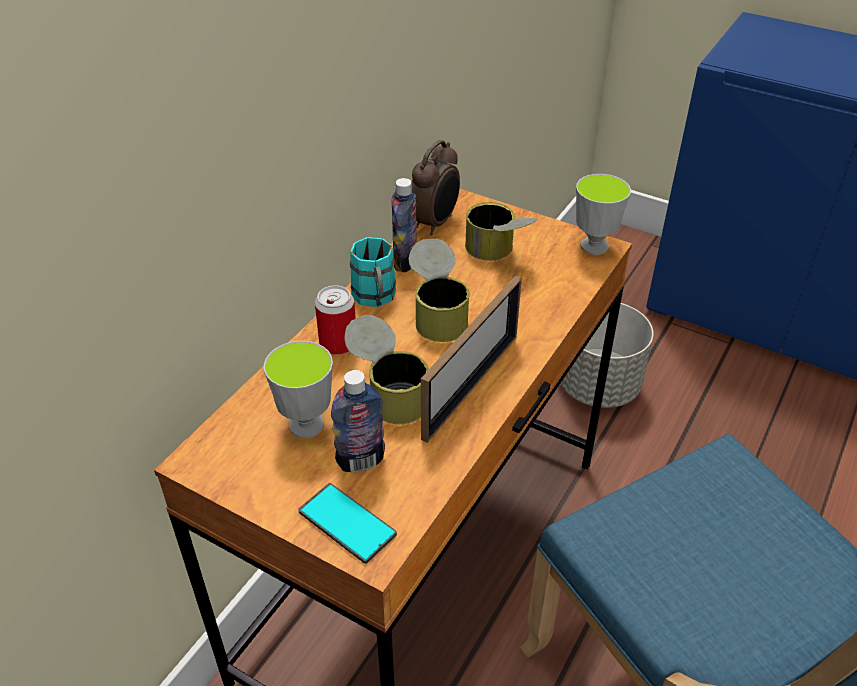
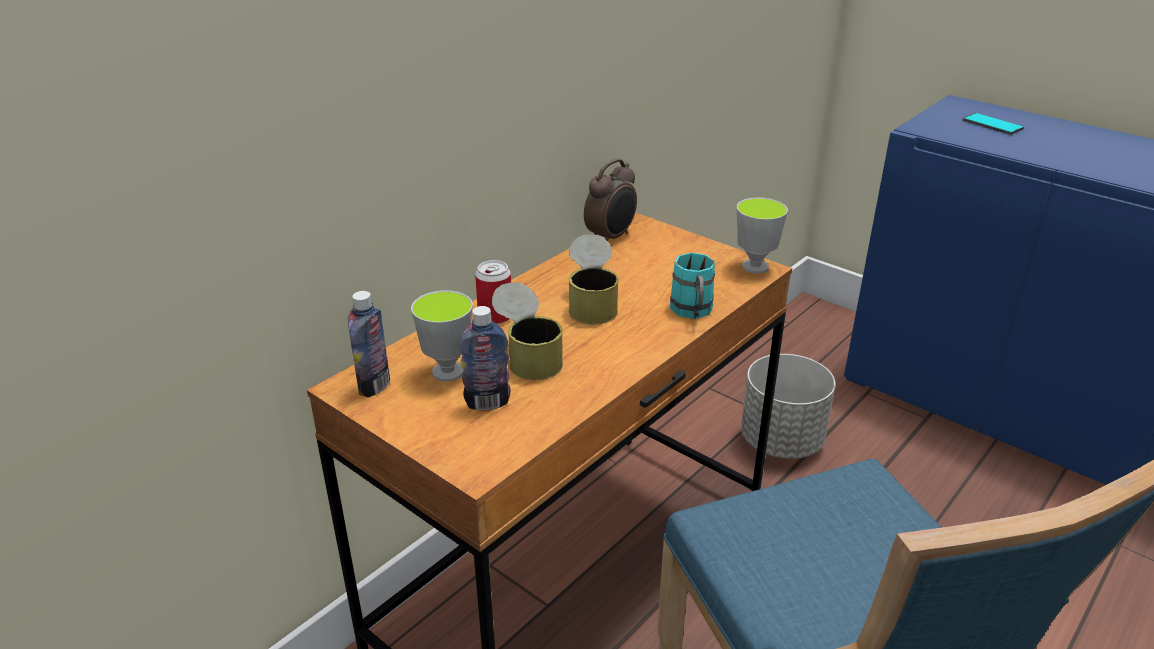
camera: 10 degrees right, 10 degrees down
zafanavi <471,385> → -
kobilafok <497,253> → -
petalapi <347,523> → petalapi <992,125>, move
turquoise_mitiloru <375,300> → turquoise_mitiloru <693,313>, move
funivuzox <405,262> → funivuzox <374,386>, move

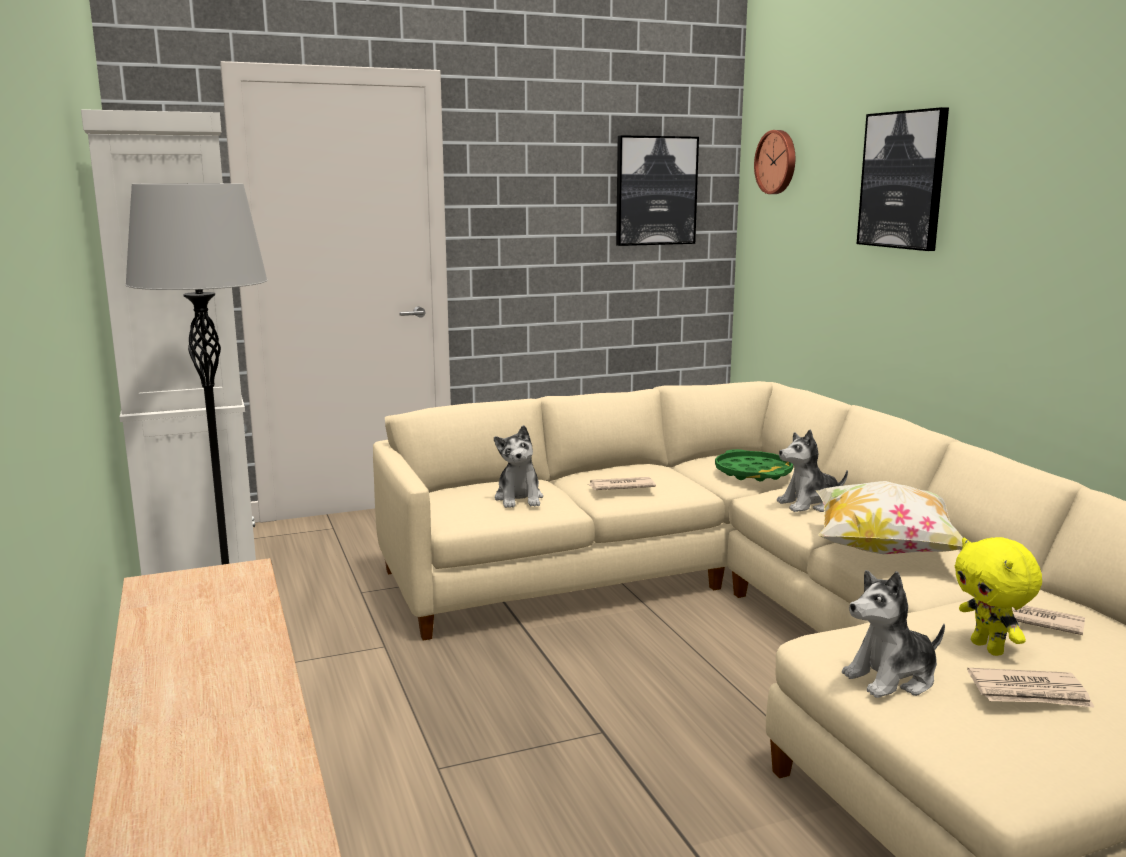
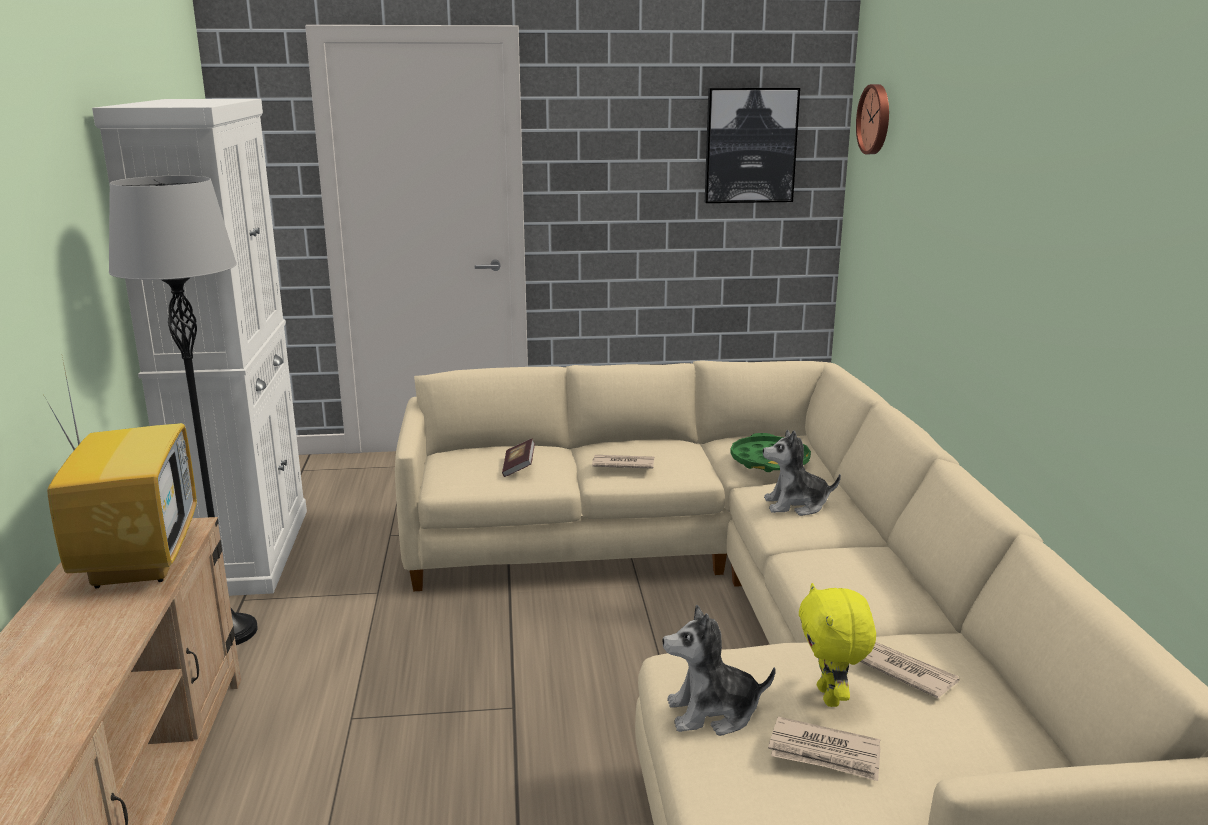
camera: 15 degrees right, 5 degrees up
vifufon <883,550> → -
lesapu <903,180> → -
- → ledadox <137,558>
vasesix <519,498> → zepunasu <518,467>

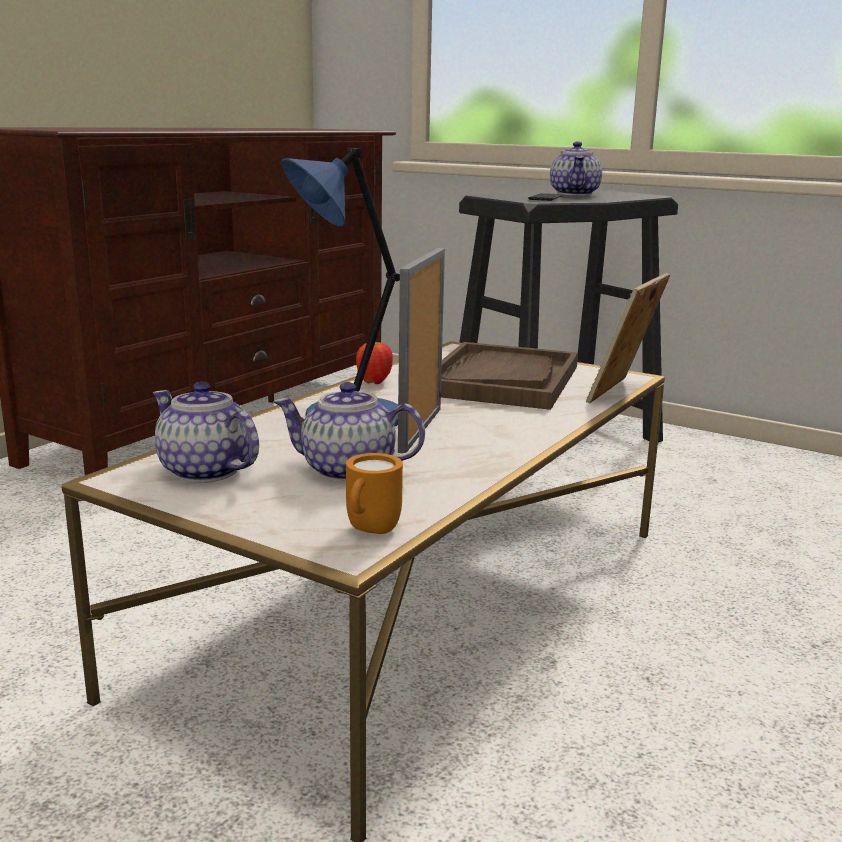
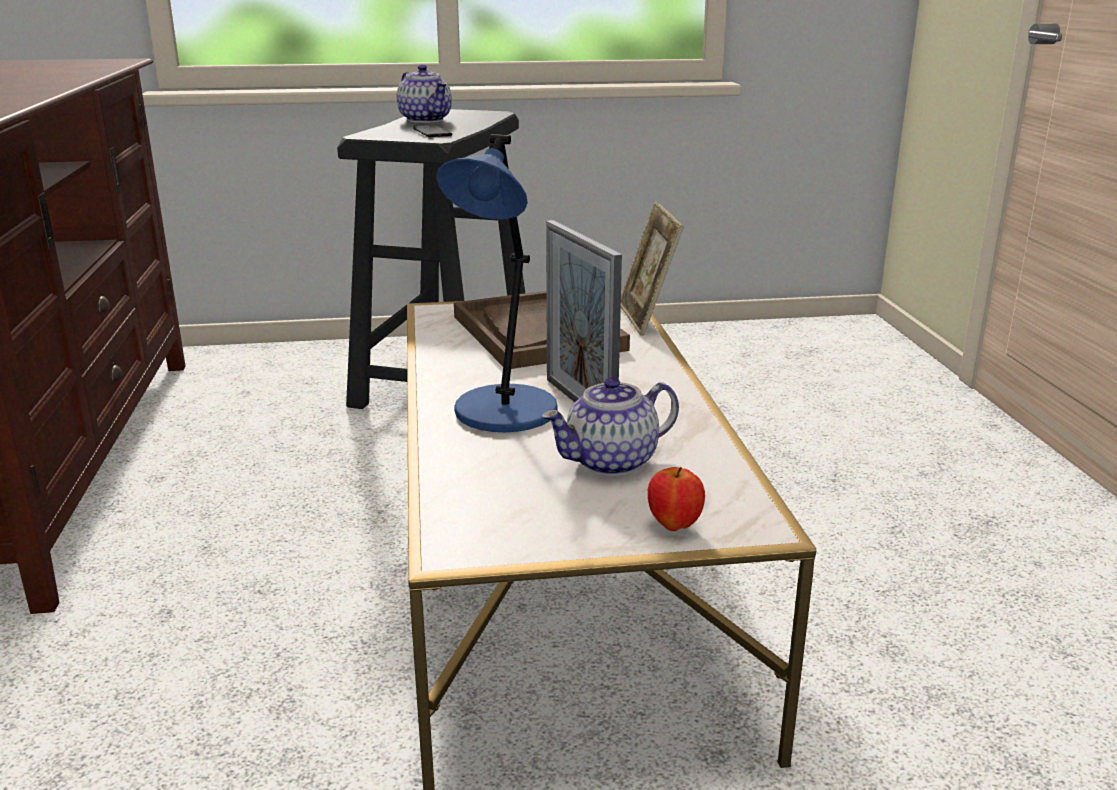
camera: 40 degrees left, 5 degrees up
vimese <204,471> → -
orange_mitiloru <370,532> → -
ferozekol <374,382> → ferozekol <674,525>, move

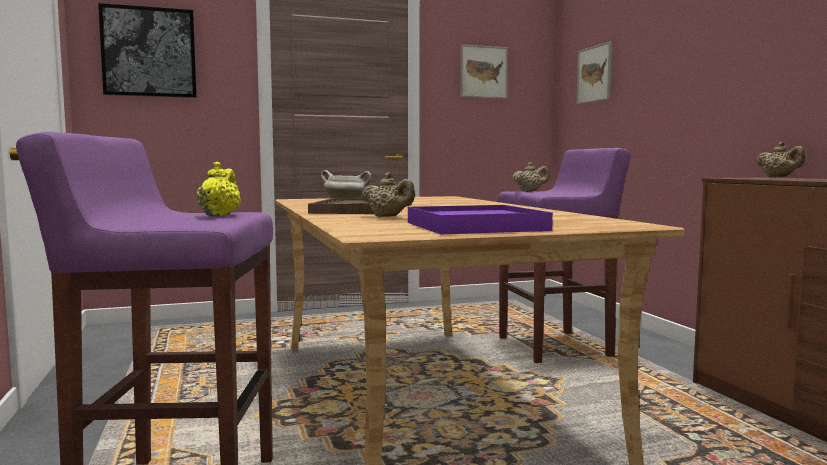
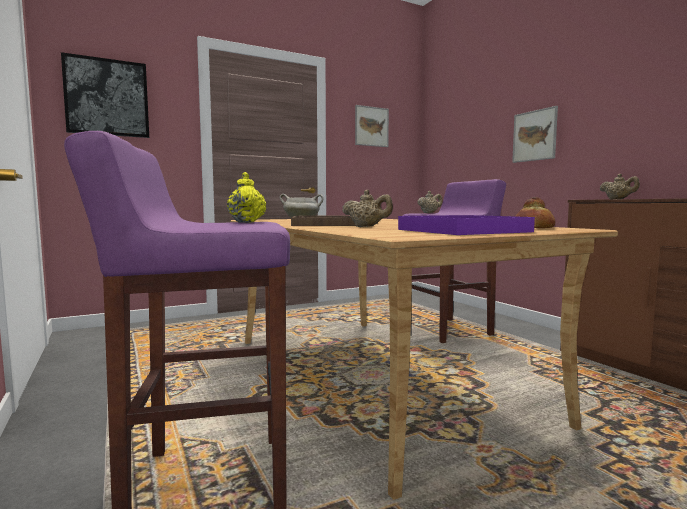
camera: 10 degrees left, 0 degrees up
- → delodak <534,228>
lesapu <594,74> → lesapu <534,135>, move

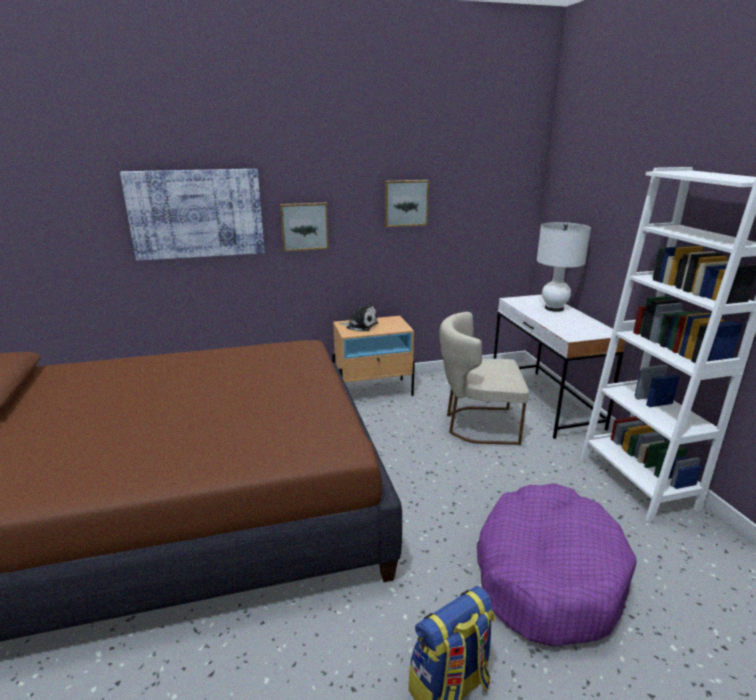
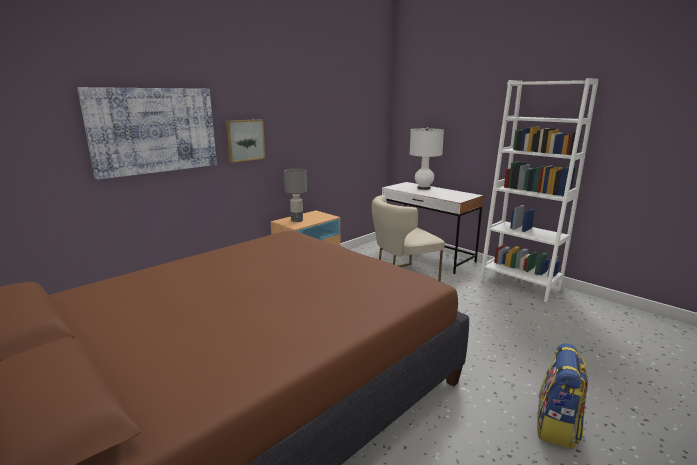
camera: 30 degrees left, 5 degrees down
lesapu <405,203> → -
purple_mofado <547,575> → -
vasesix <360,325> → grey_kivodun <296,220>

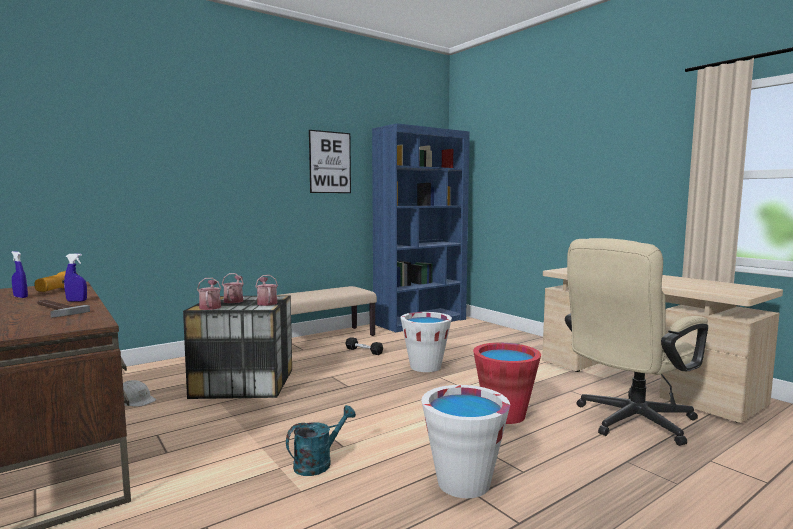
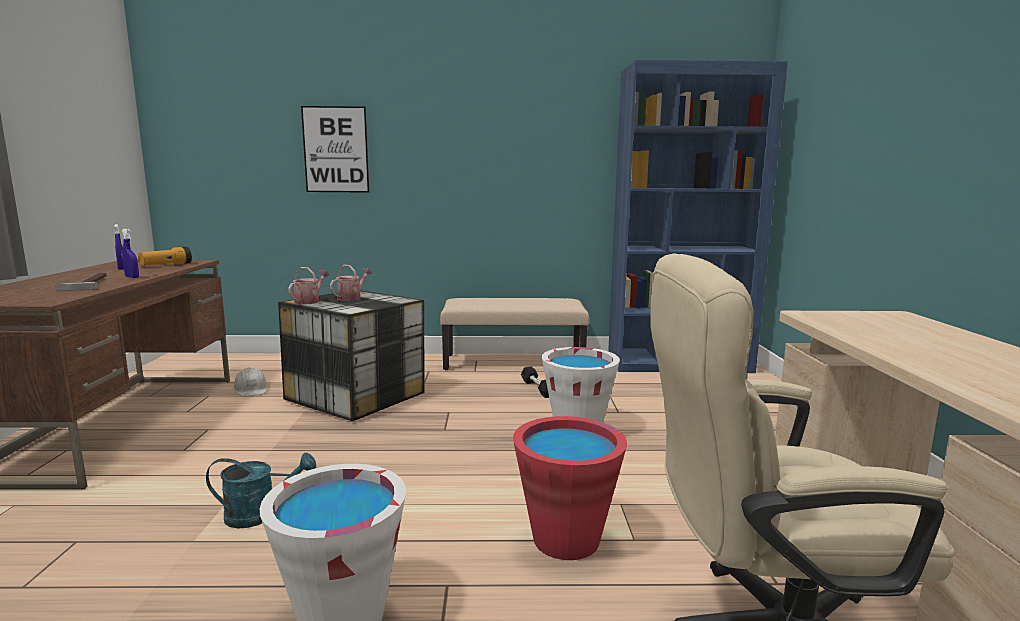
camera: 35 degrees right, 5 degrees up
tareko <266,302> → -
lesapu <330,162> → lesapu <336,150>, move

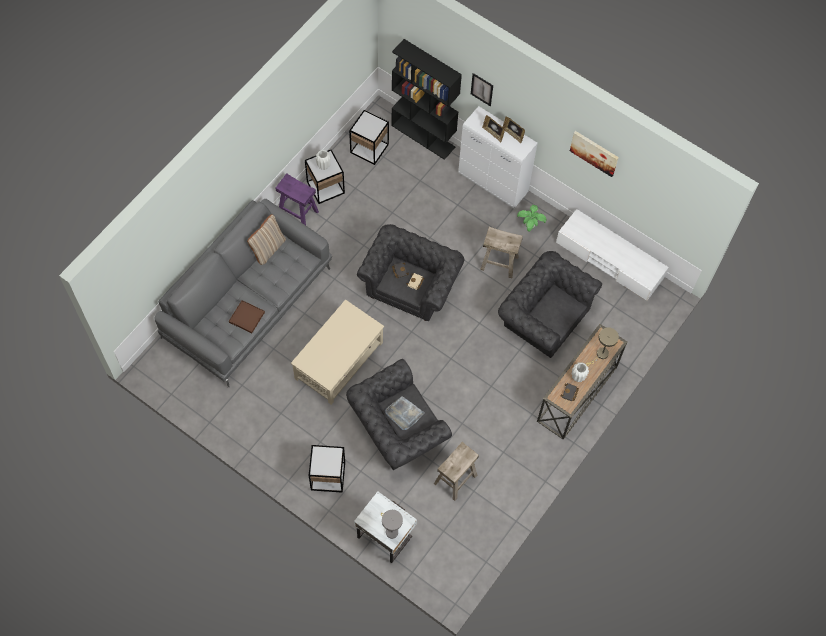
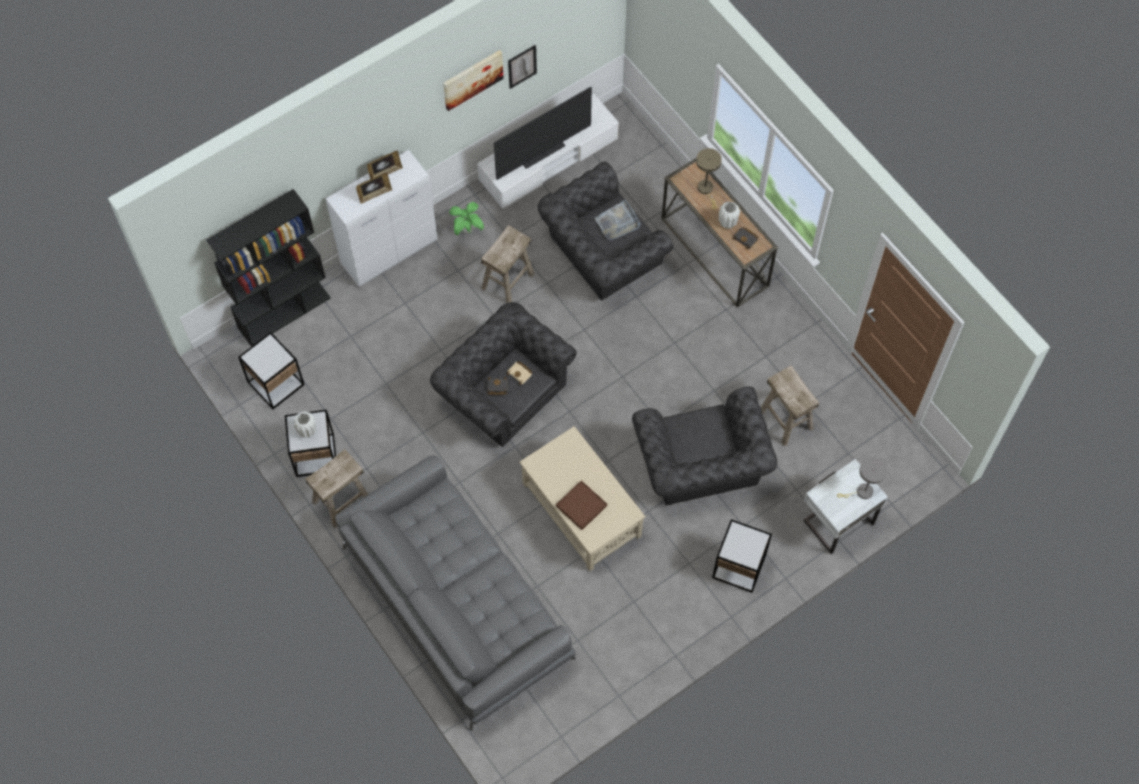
camera: 70 degrees left, 0 degrees up
beige_vifufon <268,248> → -
- → ledadox <543,154>
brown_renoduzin <247,317> → brown_renoduzin <581,506>, move
grey_renoduzin <404,414> → grey_renoduzin <617,222>, move
lesapu <482,89> → lesapu <522,66>, move
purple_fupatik <298,213> → beige_fupatik <342,501>

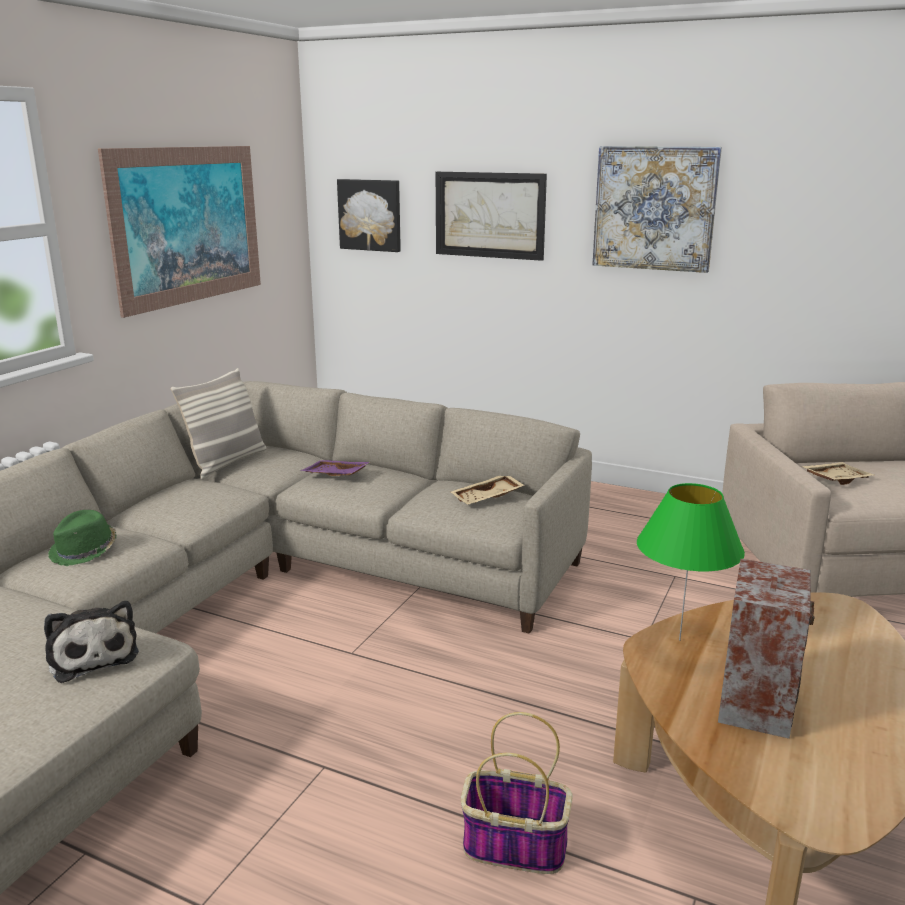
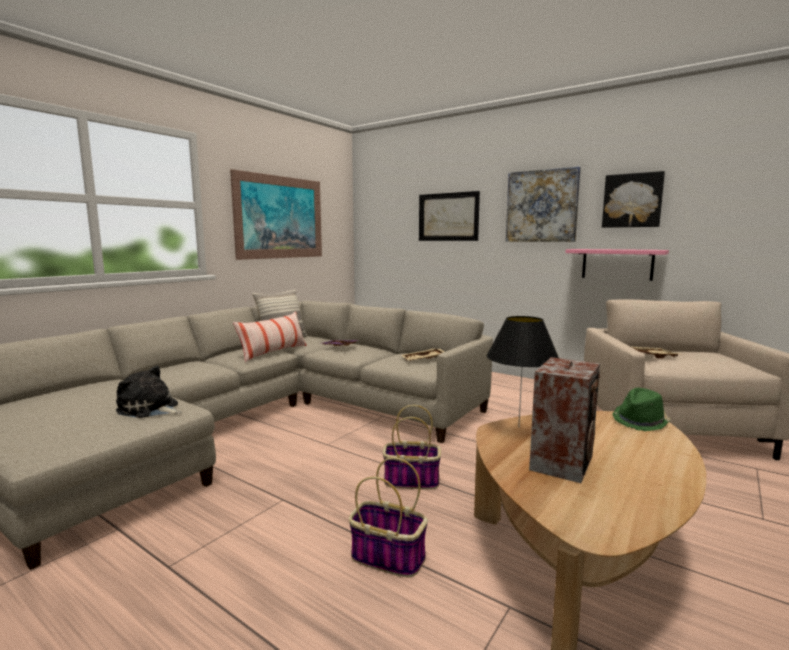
camera: 10 degrees right, 10 degrees down
- → vifufon <273,352>
- → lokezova <410,481>
- → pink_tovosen <617,264>
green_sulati <85,551> → green_sulati <640,421>, move
lesapu <370,215> → lesapu <632,200>, move
green_kivodun <679,640> → black_kivodun <518,427>
vasesix <92,655> → vasesix <150,409>, 135 degrees clockwise

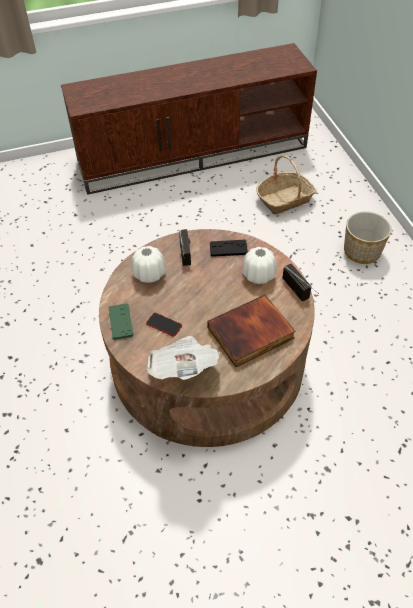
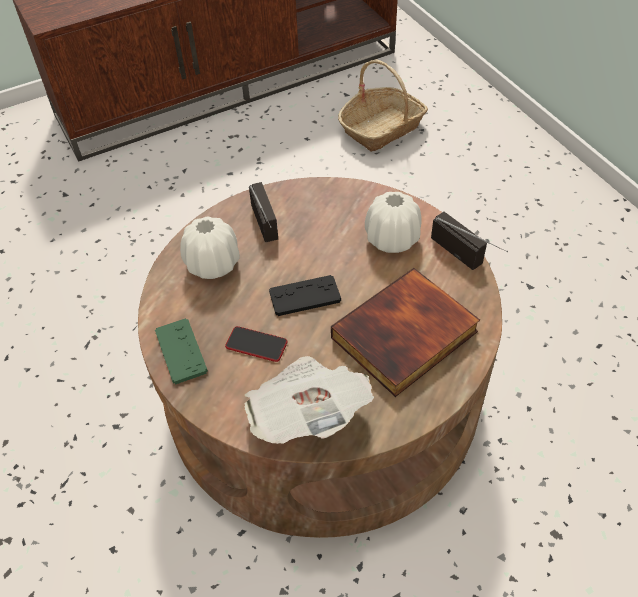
camera: 10 degrees left, 0 degrees up
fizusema <361,251> → -
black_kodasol <228,248> → black_kodasol <305,296>, move

